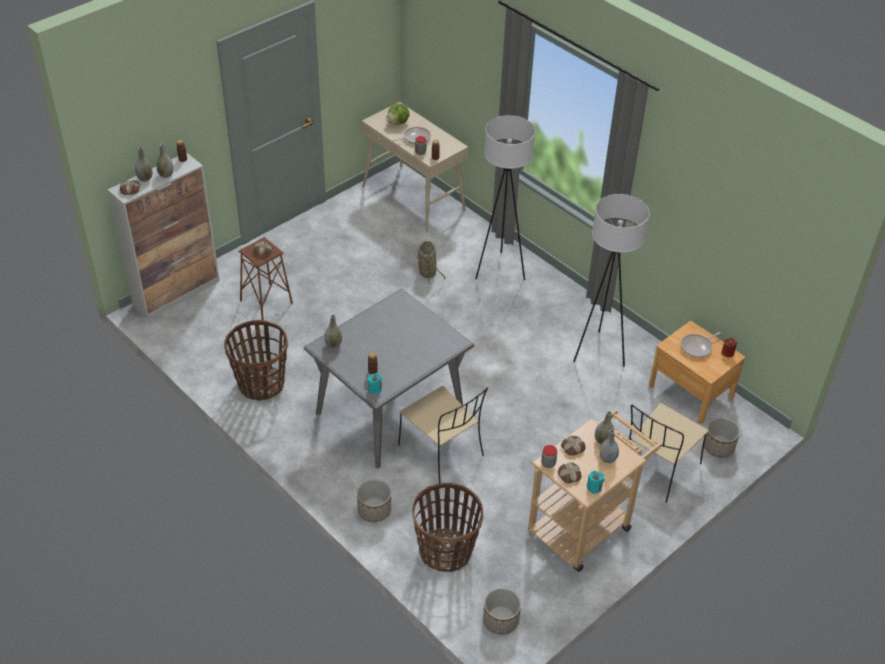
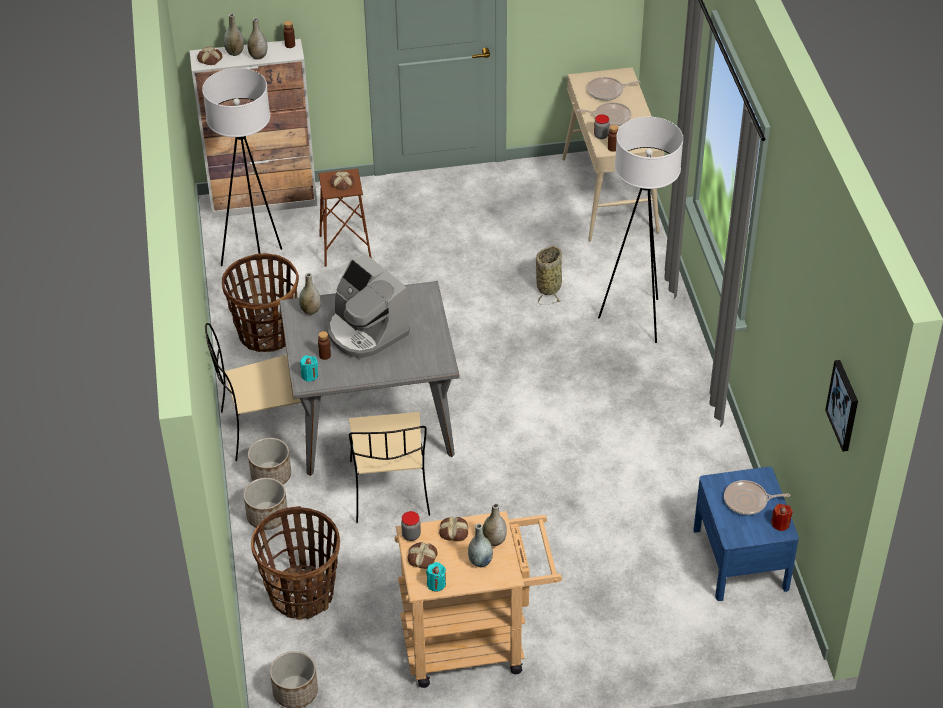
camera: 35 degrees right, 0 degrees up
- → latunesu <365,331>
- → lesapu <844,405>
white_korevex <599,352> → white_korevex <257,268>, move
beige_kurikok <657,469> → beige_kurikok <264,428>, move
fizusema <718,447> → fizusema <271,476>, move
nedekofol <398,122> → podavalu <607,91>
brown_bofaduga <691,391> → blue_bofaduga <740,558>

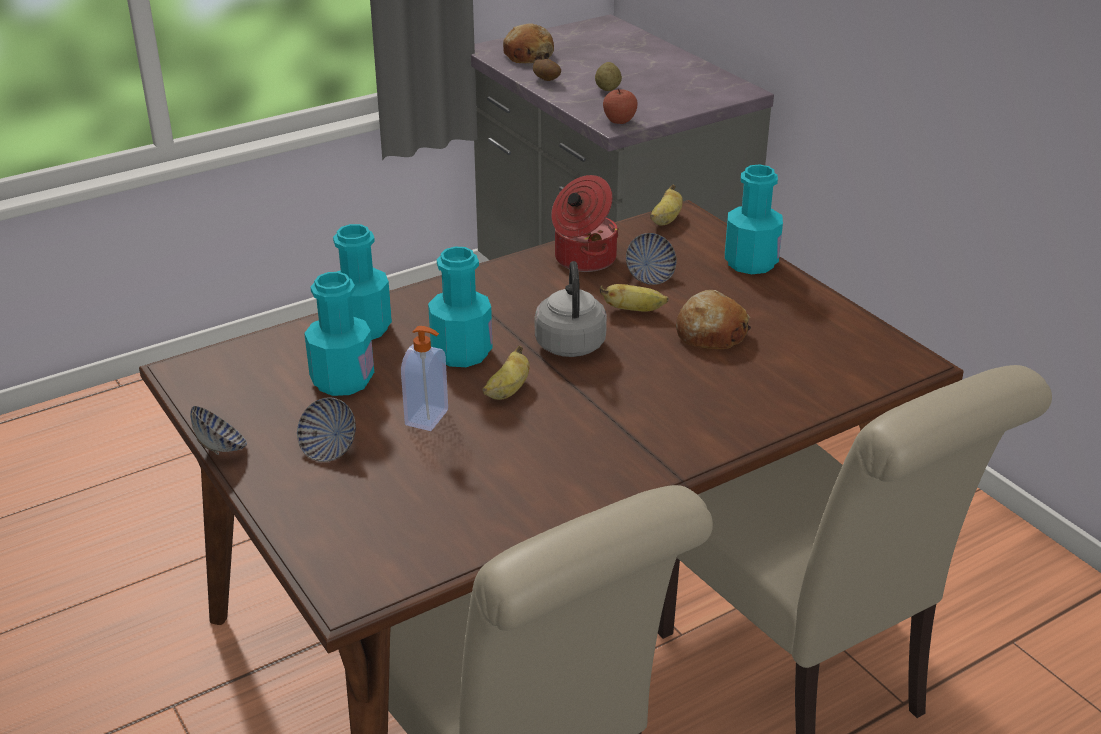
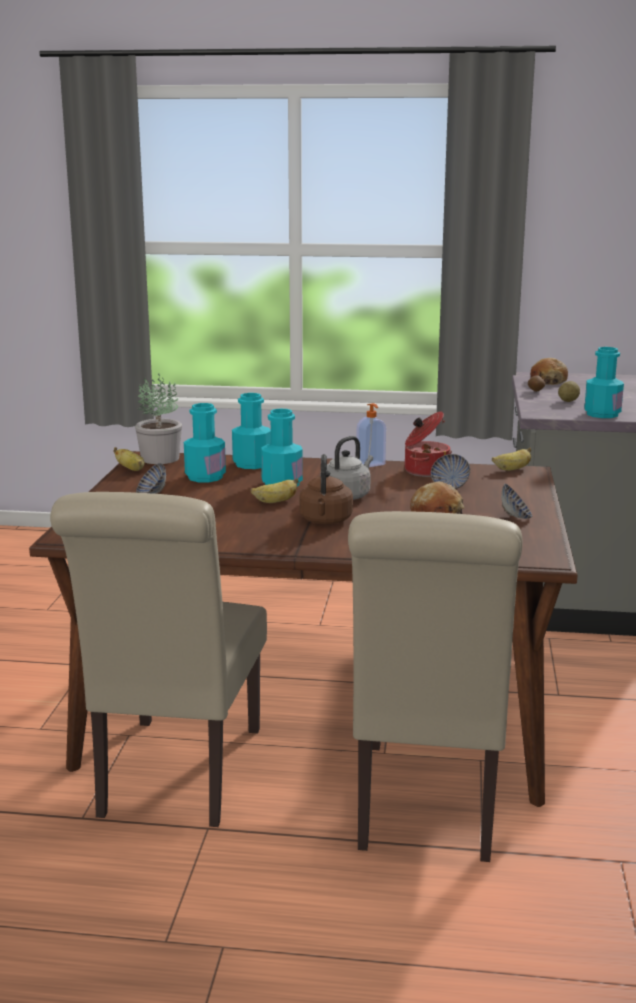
camera: 40 degrees right, 15 degrees down
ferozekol <619,121> → -
- → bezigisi <159,458>
- → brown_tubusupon <325,521>
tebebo <221,448> → tebebo <516,516>, move
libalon <428,418> → libalon <371,464>, move
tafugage <634,310> → tafugage <131,469>, move
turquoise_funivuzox <750,262> → turquoise_funivuzox <602,414>, move

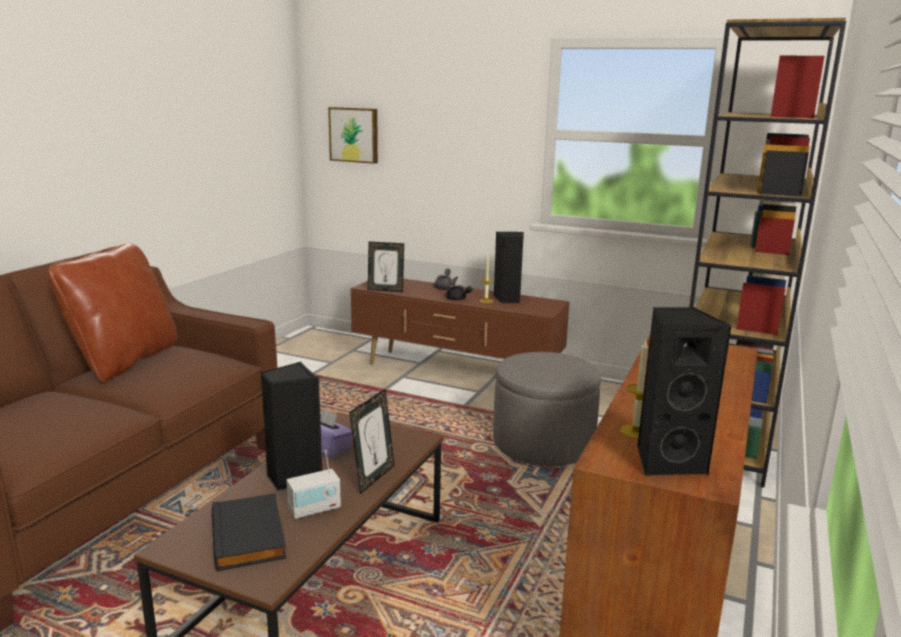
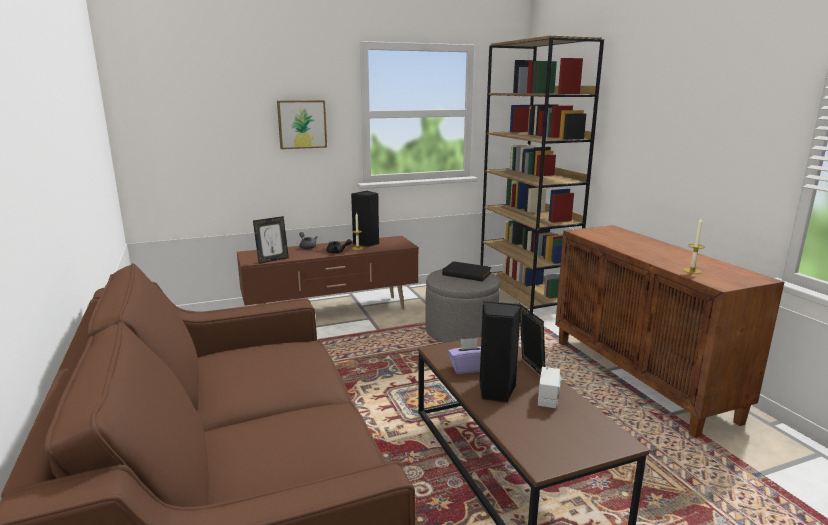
camera: 45 degrees left, 0 degrees up
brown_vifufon <124,361> → -
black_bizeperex <667,461> → -
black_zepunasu <250,536> → black_zepunasu <467,274>, move
lesapu <354,135> → lesapu <302,124>, move

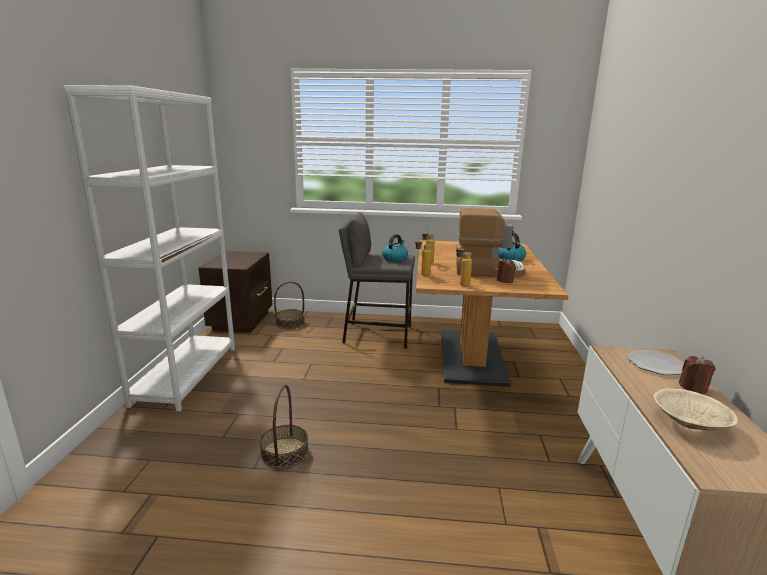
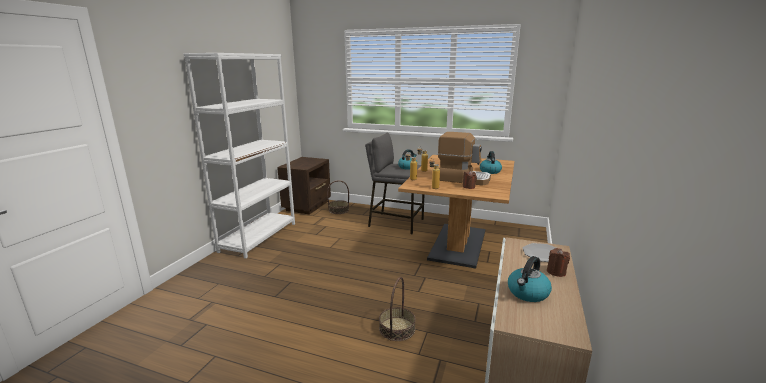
camera: 15 degrees right, 0 degrees up
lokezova <285,452> → lokezova <397,329>, move
beige_tebebo <690,423> → tubusupon <527,293>

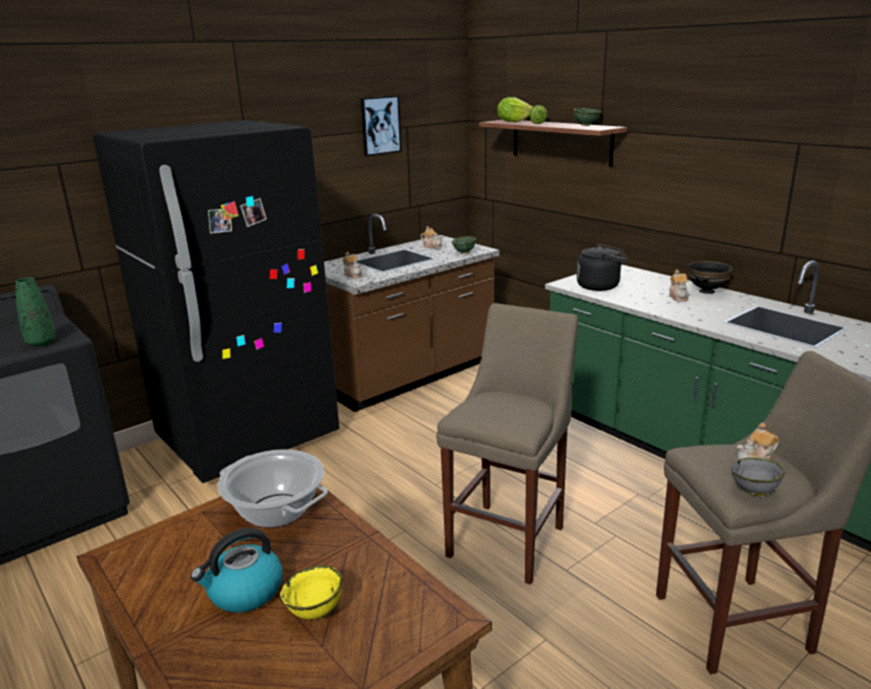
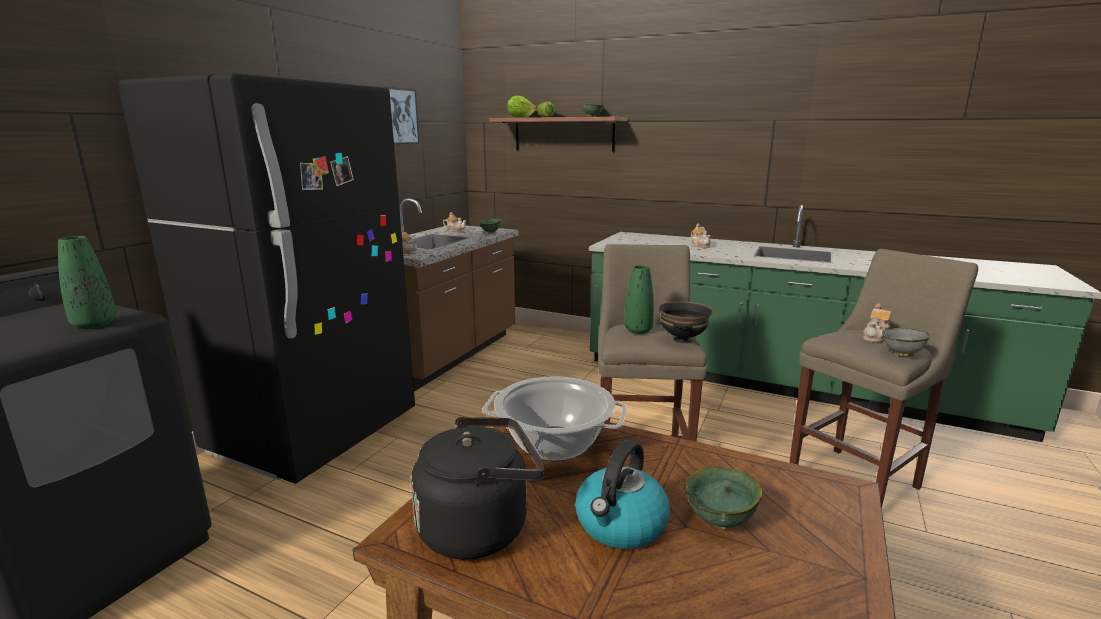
camera: 25 degrees left, 5 degrees down
- → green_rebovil <638,330>
black_tubusupon <600,286> → black_tubusupon <480,527>, move
black_tebebo <706,291> → black_tebebo <682,339>, move
yellow_tebebo <315,613> → green_tebebo <721,522>

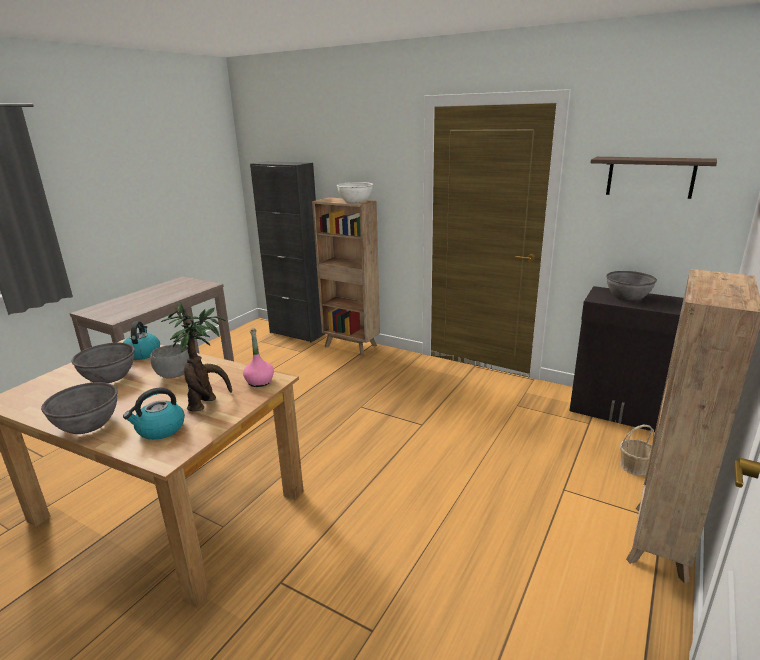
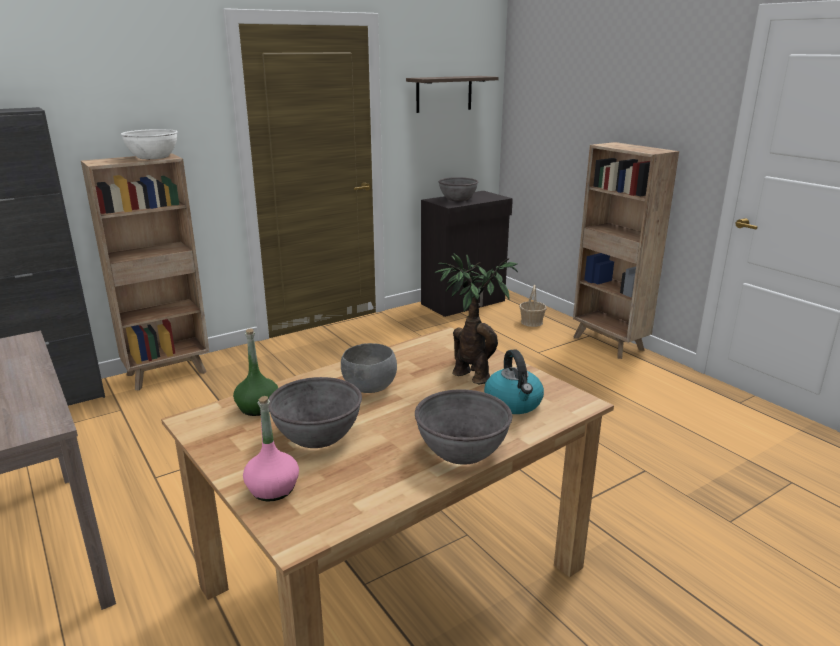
camera: 65 degrees left, 0 degrees up
pink_funivuzox <259,382> → pink_funivuzox <272,489>, move
tubusupon <142,353> → green_funivuzox <258,408>

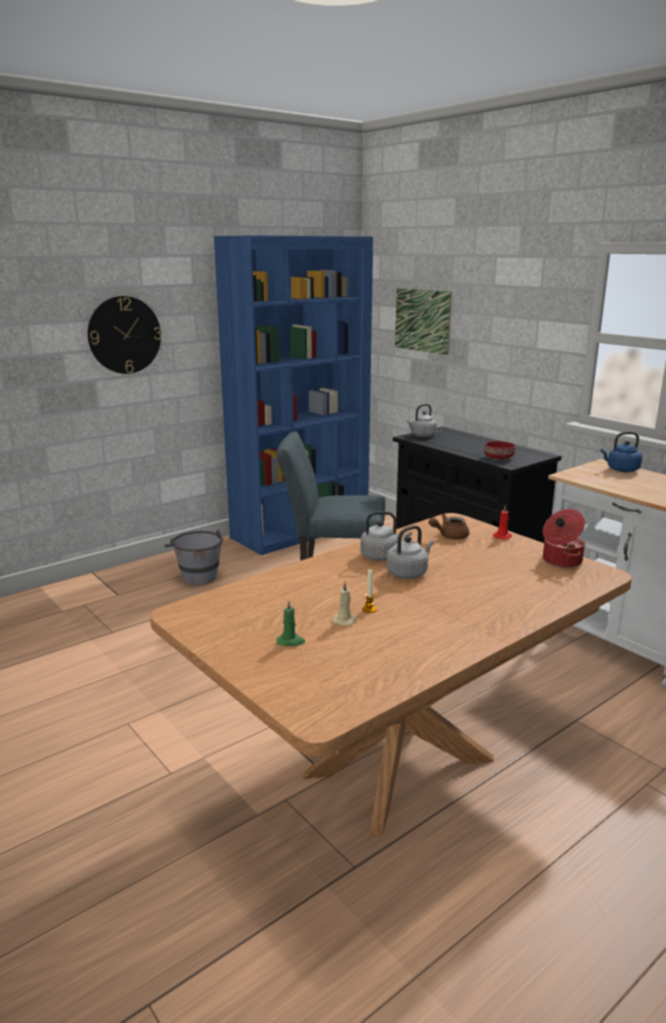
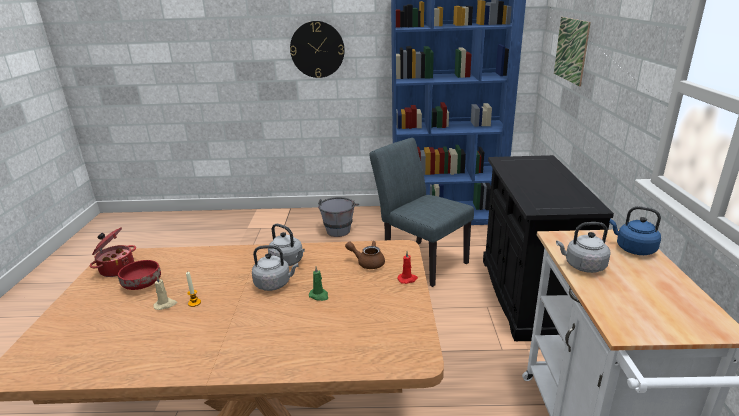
camera: 40 degrees right, 5 degrees up
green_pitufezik <291,641> → green_pitufezik <319,296>, move
grey_tubusupon <422,436> → grey_tubusupon <582,266>, move
red_tebebo <498,458> → red_tebebo <142,283>, move
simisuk <560,561> → simisuk <116,269>, move

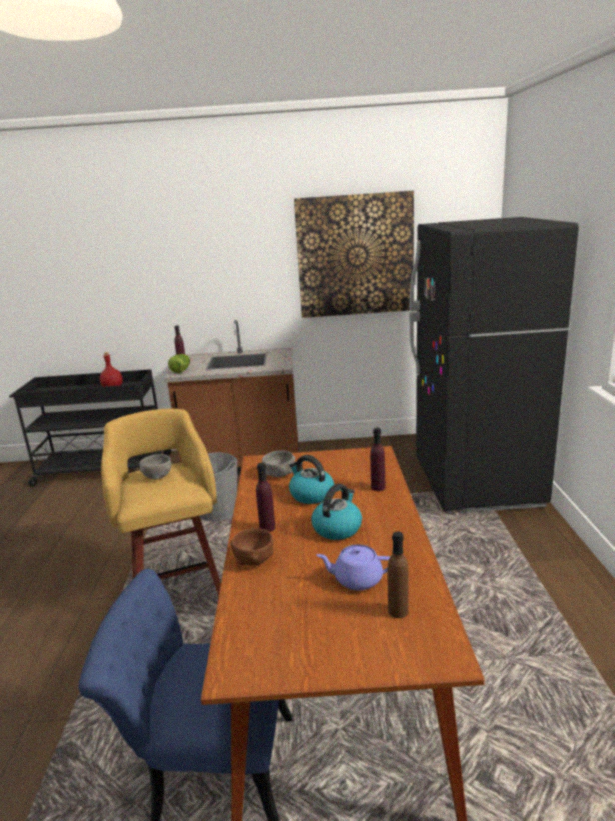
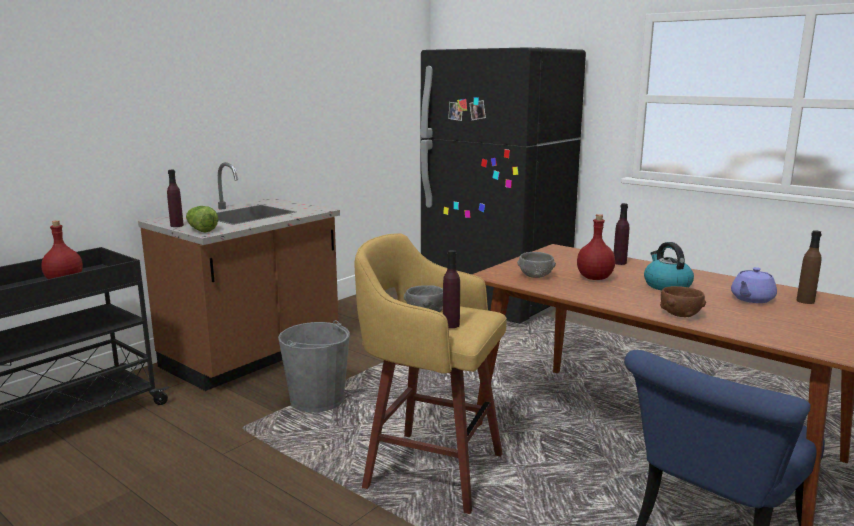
camera: 50 degrees left, 5 degrees down
lesapu <355,256> → -
purple_funivuzox <267,528> → purple_funivuzox <451,325>, move
tubusupon <311,495> → red_funivuzox <595,278>

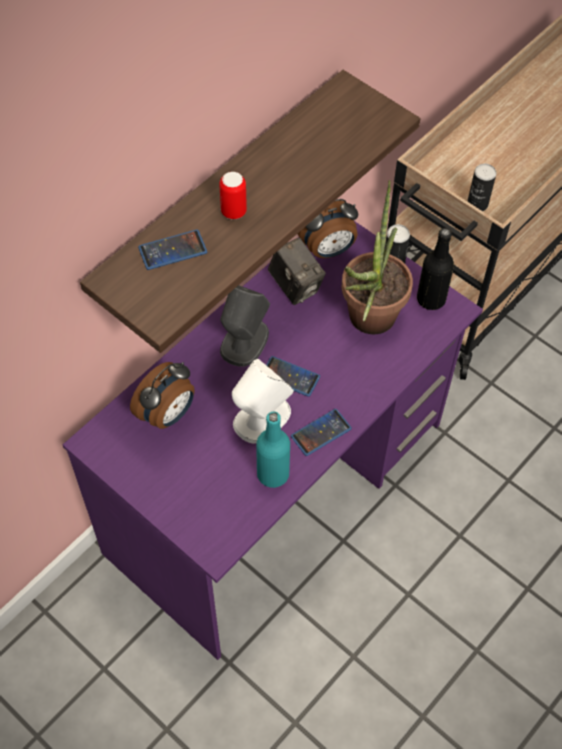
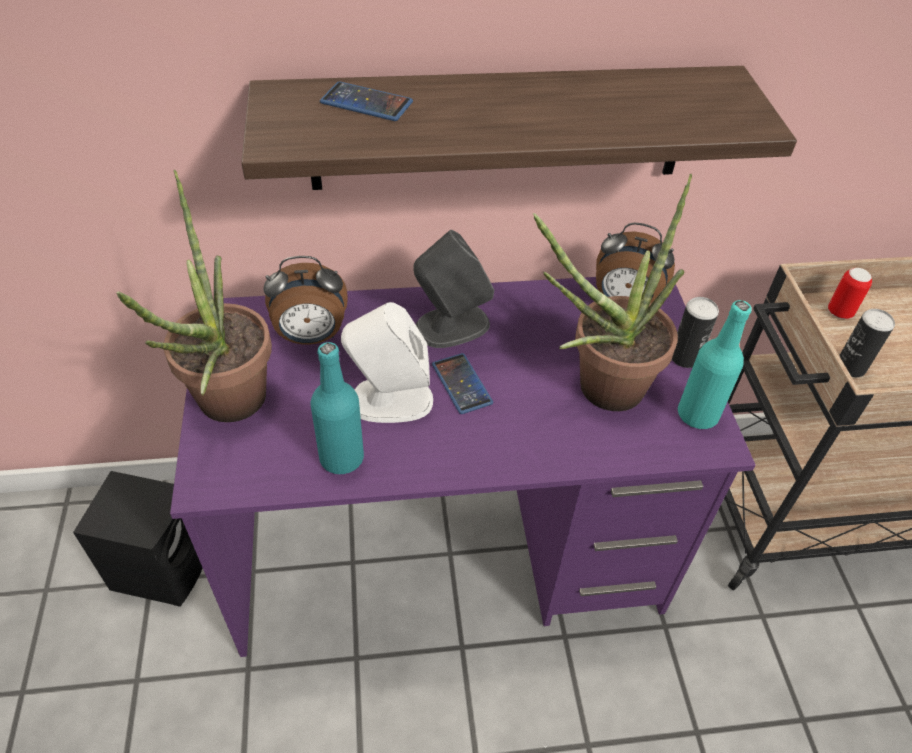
camera: 40 degrees right, 10 degrees down
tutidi <295,286> → -
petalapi <321,432> → -
- → black_bizeperex <163,565>
- → bezigisi <227,409>
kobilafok <233,212> → kobilafok <839,312>, move
black_funivuzox <431,299> → turquoise_funivuzox <697,414>

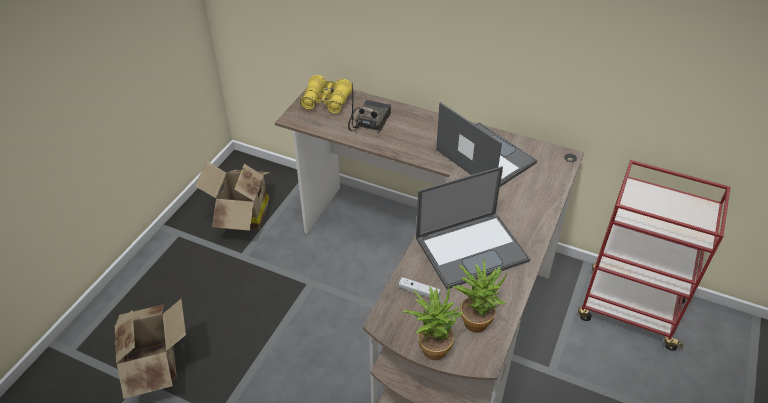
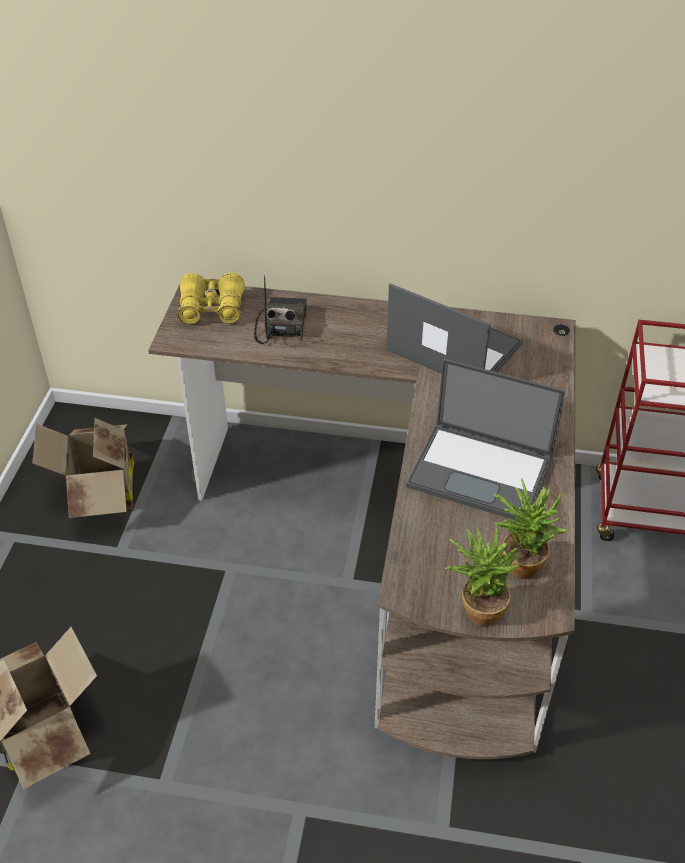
camera: 15 degrees left, 0 degrees up
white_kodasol <419,291> → -
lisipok <472,249> → lisipok <482,471>, 60 degrees clockwise

